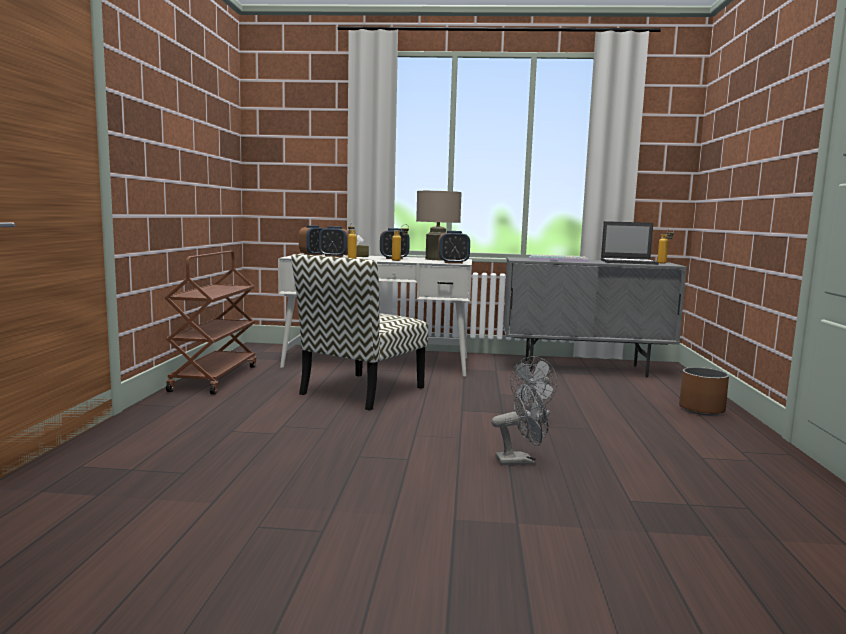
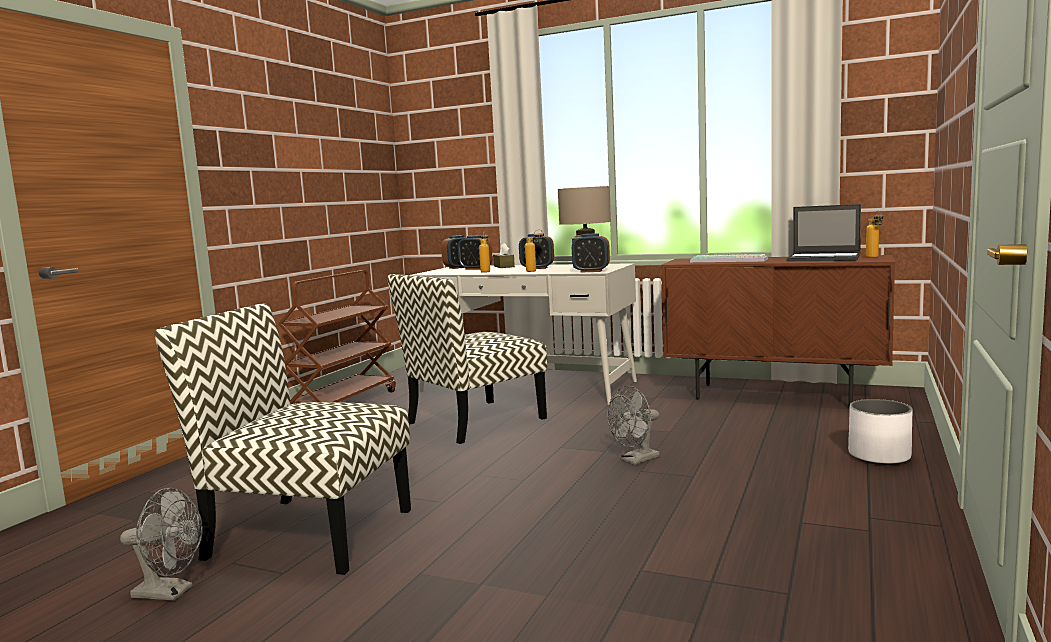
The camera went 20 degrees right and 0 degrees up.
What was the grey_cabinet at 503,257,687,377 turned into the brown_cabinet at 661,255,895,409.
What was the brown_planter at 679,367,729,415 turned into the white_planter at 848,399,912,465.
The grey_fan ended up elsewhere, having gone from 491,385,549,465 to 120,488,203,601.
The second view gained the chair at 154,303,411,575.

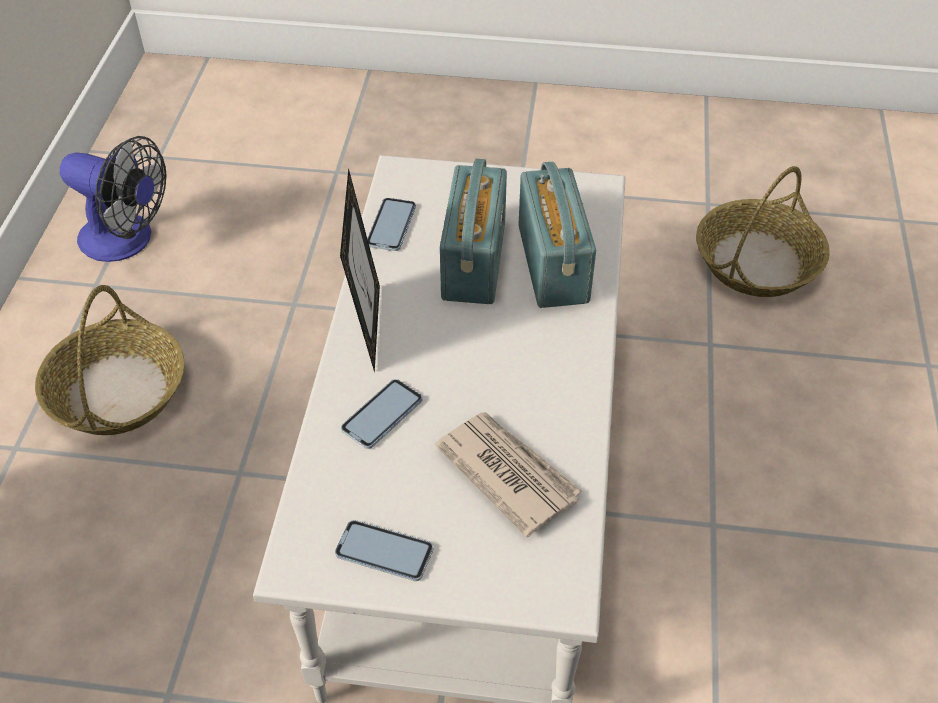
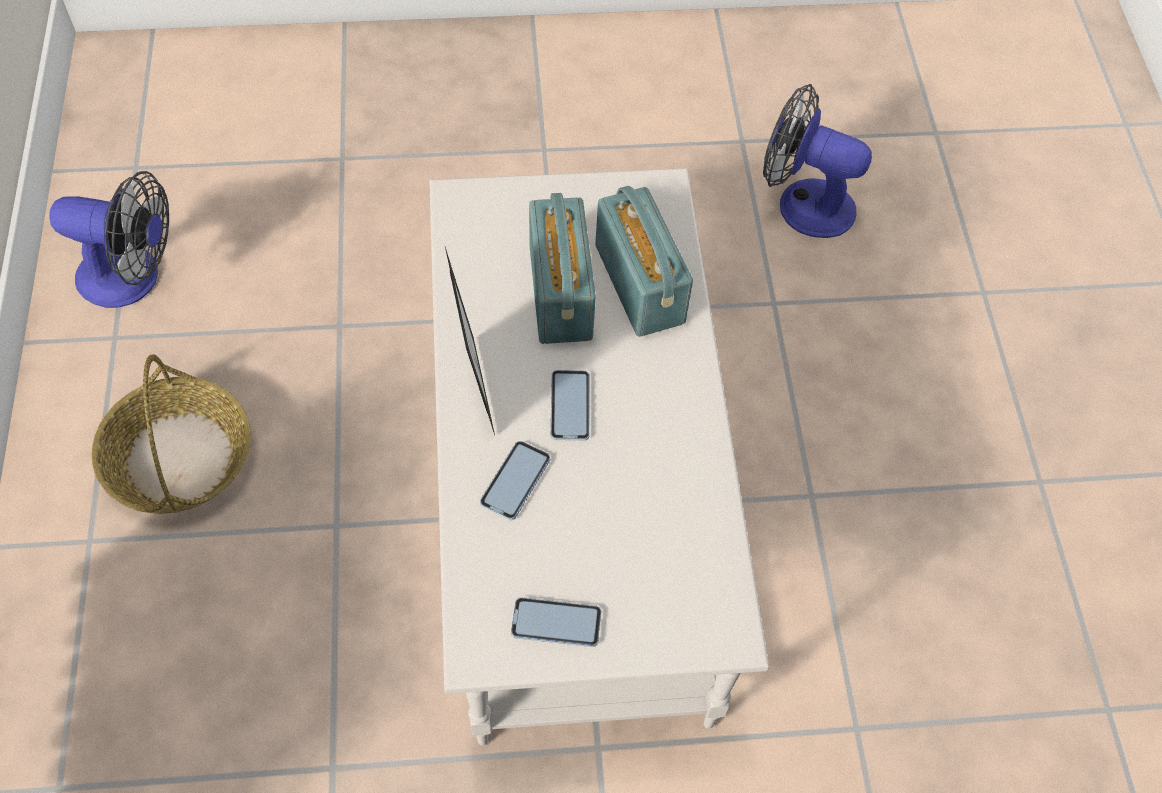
The camera went 15 degrees left and 10 degrees up.
Where the basket stood at 696,166,830,297, the fan came to stand at 763,84,872,238.
The phone ended up elsewhere, having gone from 367,198,416,251 to 550,370,590,441.
The second view lost the newspaper at 435,412,582,537.

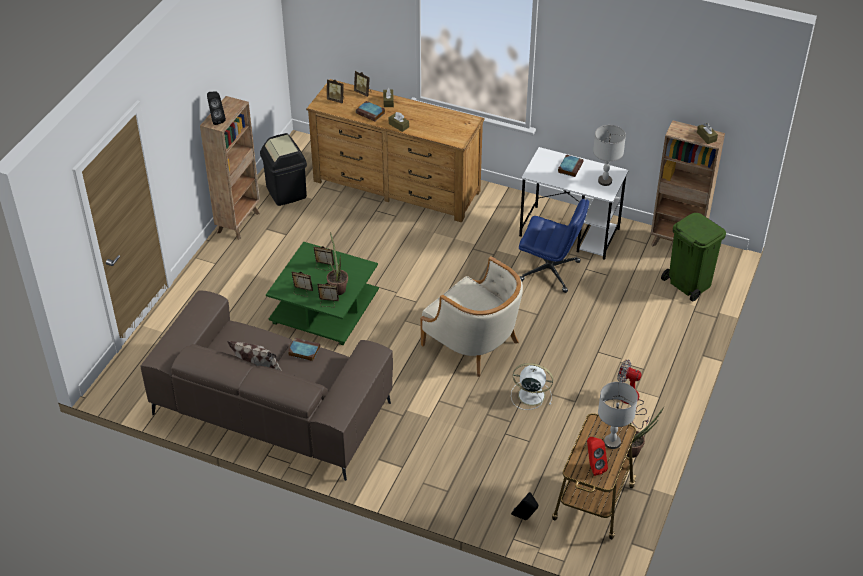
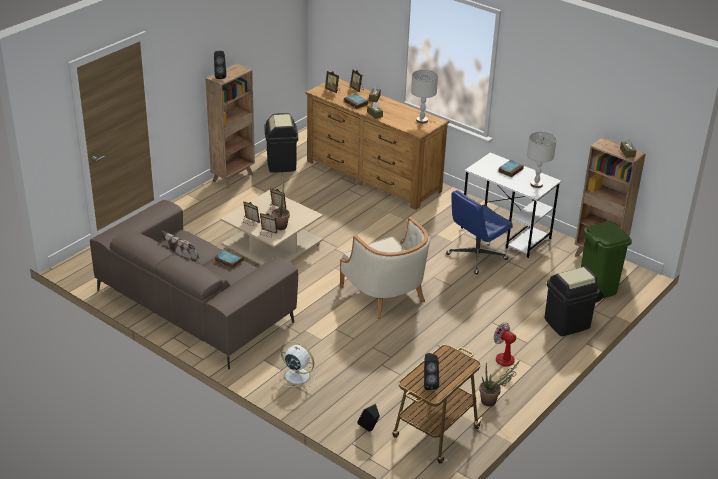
The camera went 15 degrees right and 10 degrees down.
The blue_office_chair at 519,199,589,293 ended up facing another way, 105 degrees clockwise from before.
What was the green_coffee_table at 266,242,379,345 turned into the beige_coffee_table at 221,190,323,265.
The white_fan ended up elsewhere, having gone from 511,363,553,410 to 277,341,317,387.
The grey_table_lamp ended up elsewhere, having gone from 598,382,638,449 to 411,70,438,124.
What was the red_speaker at 587,437,608,476 turned into the black_speaker at 424,353,439,390.
The second view gained the black_trash_can at 544,266,600,336.

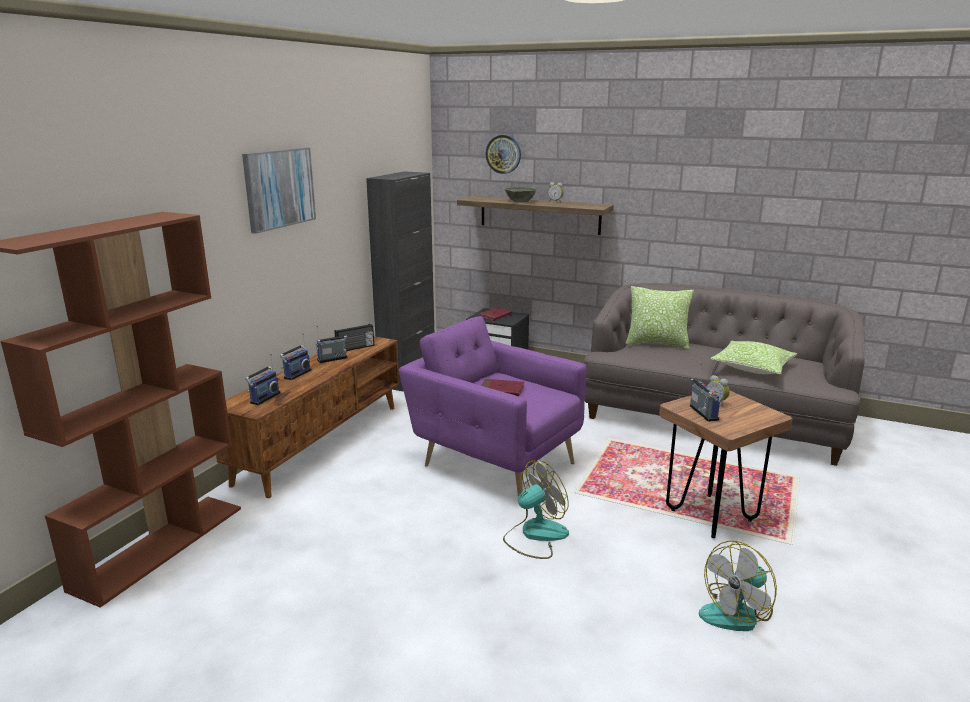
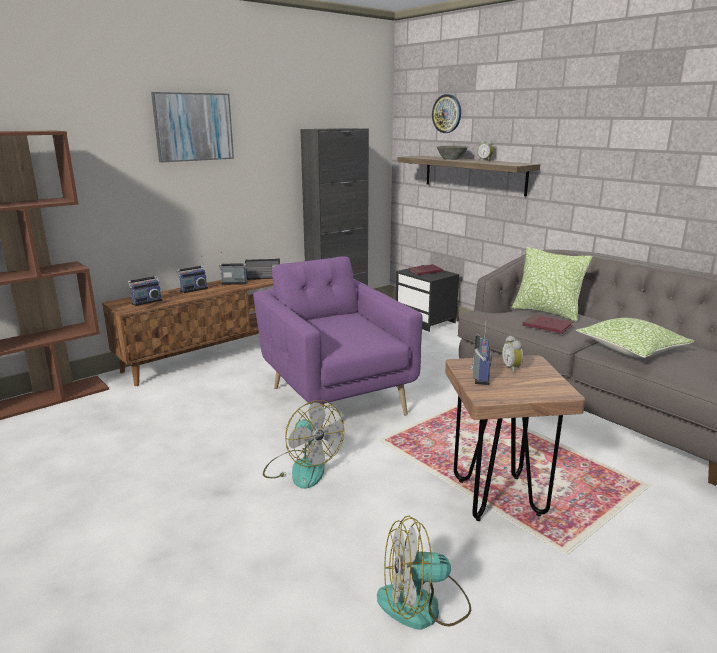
The camera went 25 degrees right and 0 degrees up.
The red_book ended up elsewhere, having gone from 481,379,525,396 to 523,315,573,334.
The fan at 503,460,569,559 ended up facing another way, 60 degrees clockwise from before.

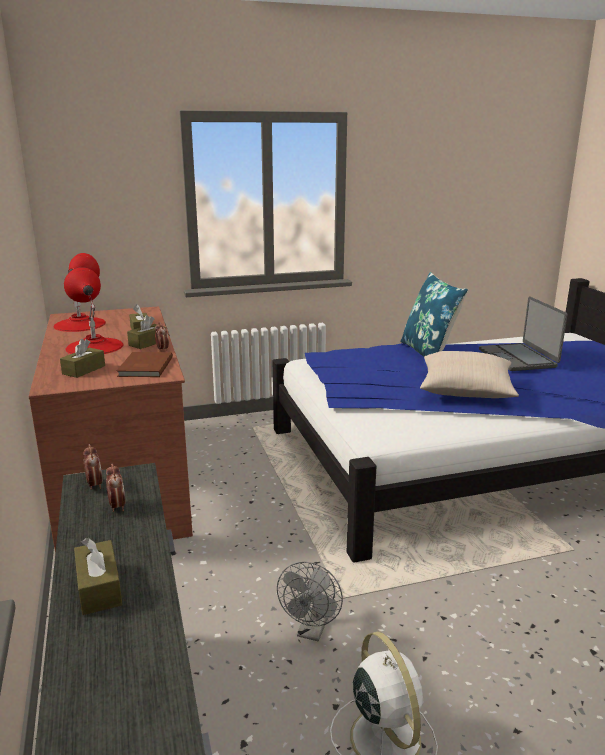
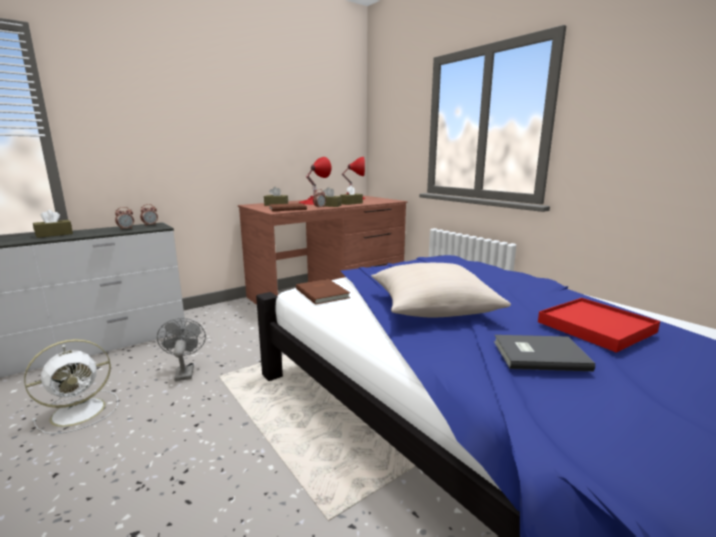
The camera went 70 degrees right and 5 degrees down.
The second view lost the blue_pillow at 400,272,468,357.
Where the laptop stood at 479,297,567,371, the red_tray came to stand at 538,298,660,353.
The grey_fan at 277,562,343,642 ended up facing another way, 75 degrees clockwise from before.
The second view gained the brown_book at 296,279,350,305.
The second view gained the grey_book at 494,335,595,371.

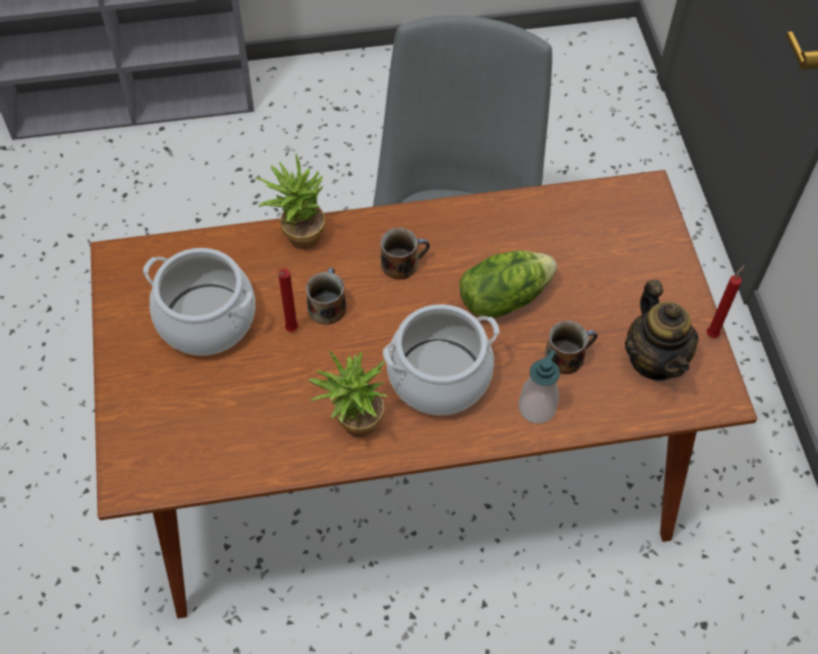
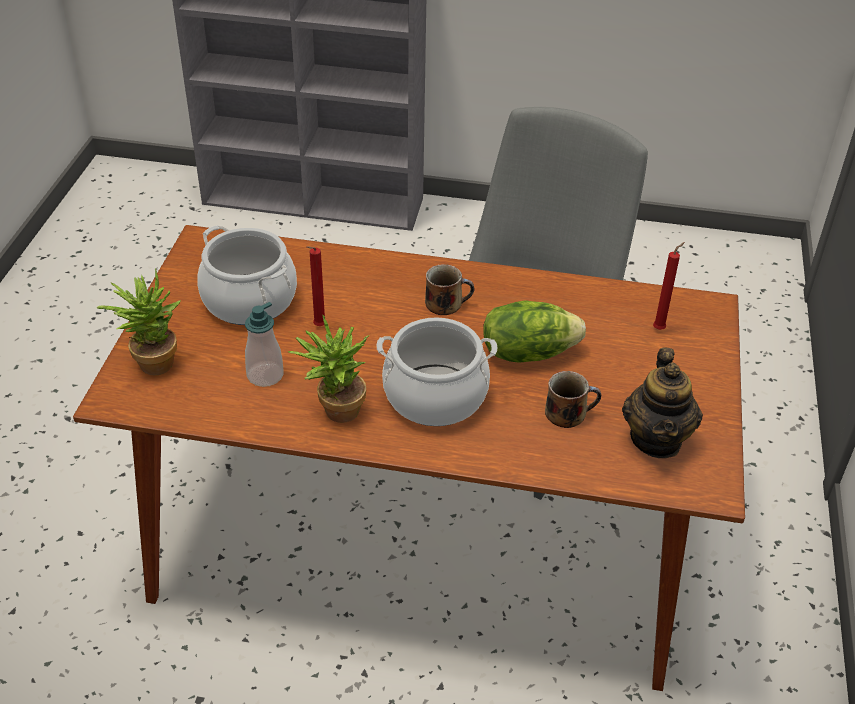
The camera went 20 degrees right and 15 degrees down.
The potted_plant ended up elsewhere, having gone from 255,154,325,249 to 97,268,180,375.
The red_candle ended up elsewhere, having gone from 706,265,745,338 to 653,242,685,330.
The second view lost the mug at 306,268,346,325.
The soap_dispenser ended up elsewhere, having gone from 518,350,560,424 to 245,302,284,387.

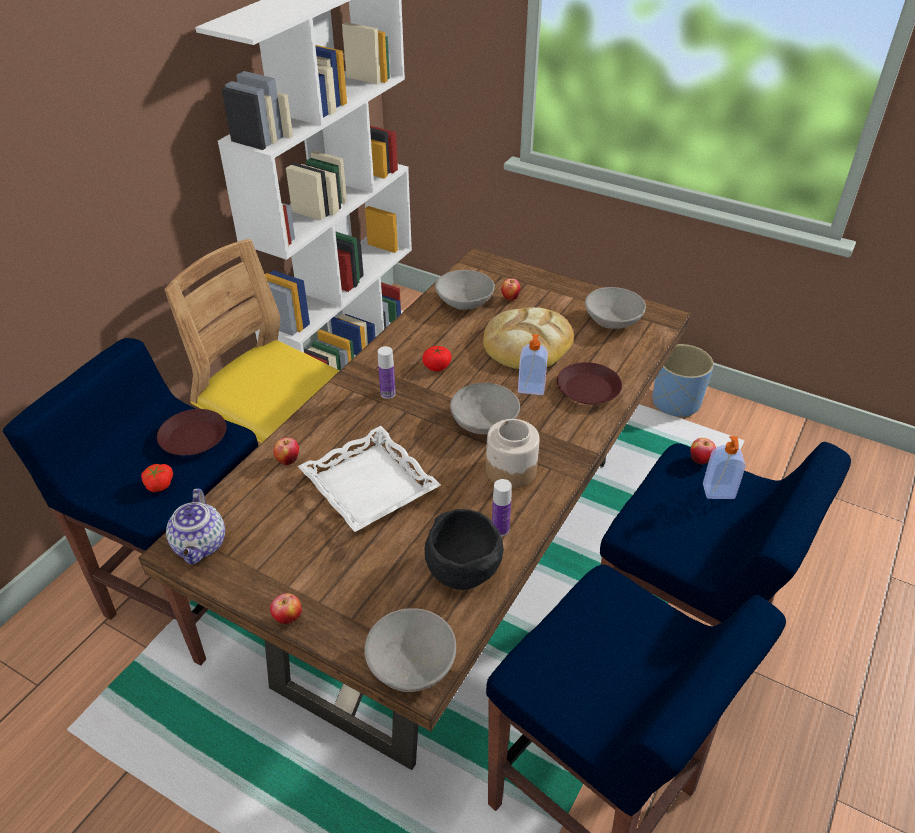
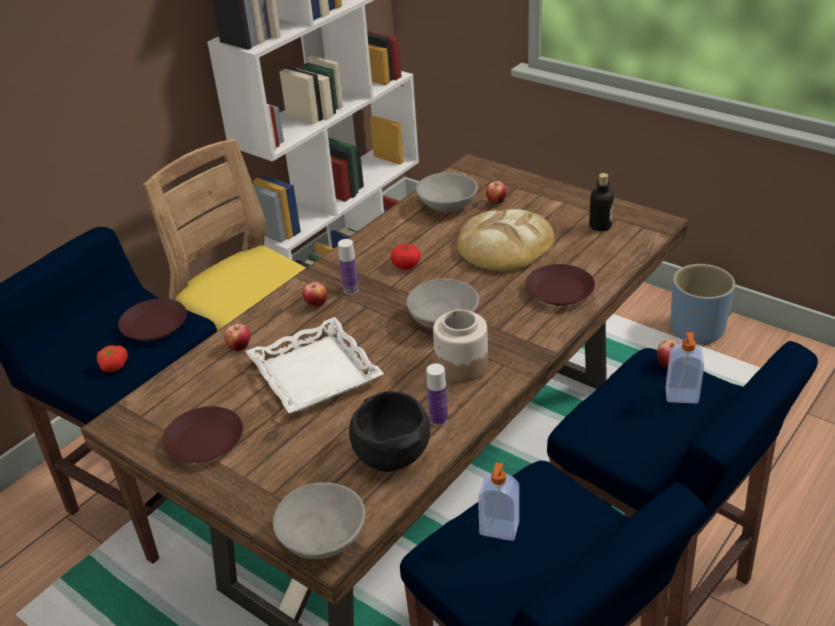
The camera went 10 degrees right and 5 degrees down.
Where the grey_bowl stood at 585,287,646,329, the bottle came to stand at 589,173,614,231.
The soap_dispenser ended up elsewhere, having gone from 518,334,548,395 to 478,462,519,541.
The second view lost the teapot at 166,488,225,565.
The apple ended up elsewhere, having gone from 270,593,302,624 to 302,282,327,307.
The second view gained the brown_plate at 162,406,243,463.

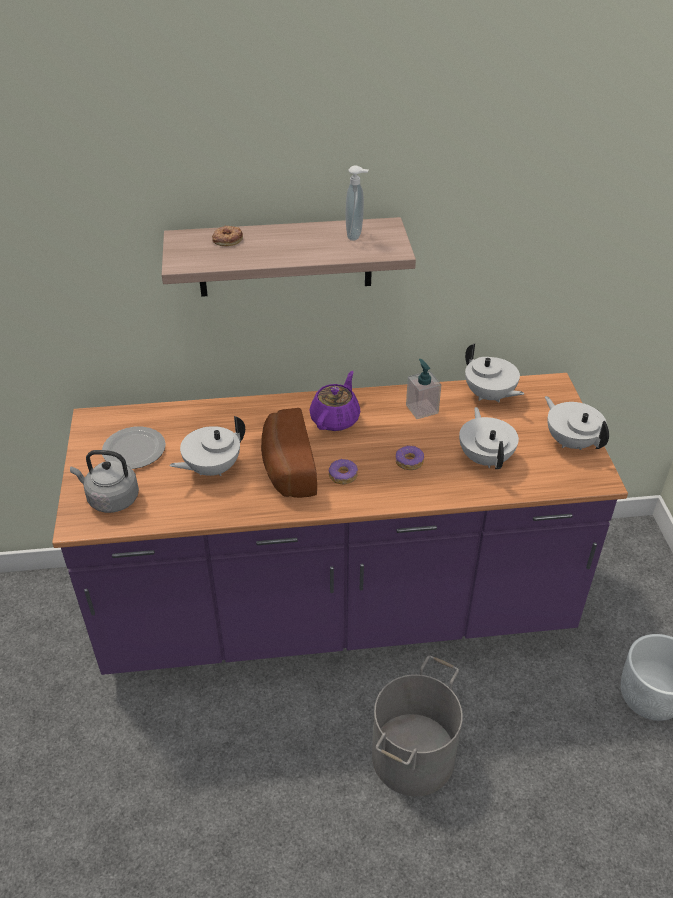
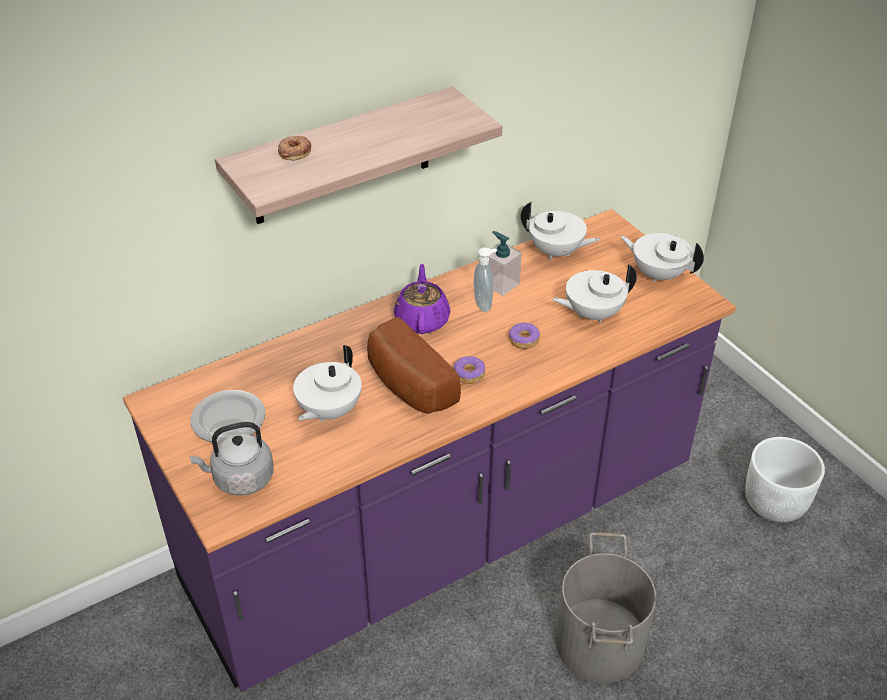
The camera went 25 degrees left and 0 degrees up.
The soap_dispenser ended up elsewhere, having gone from 345,165,369,241 to 474,248,497,312.
The white_teapot at 459,407,519,469 ended up facing another way, 75 degrees counterclockwise from before.

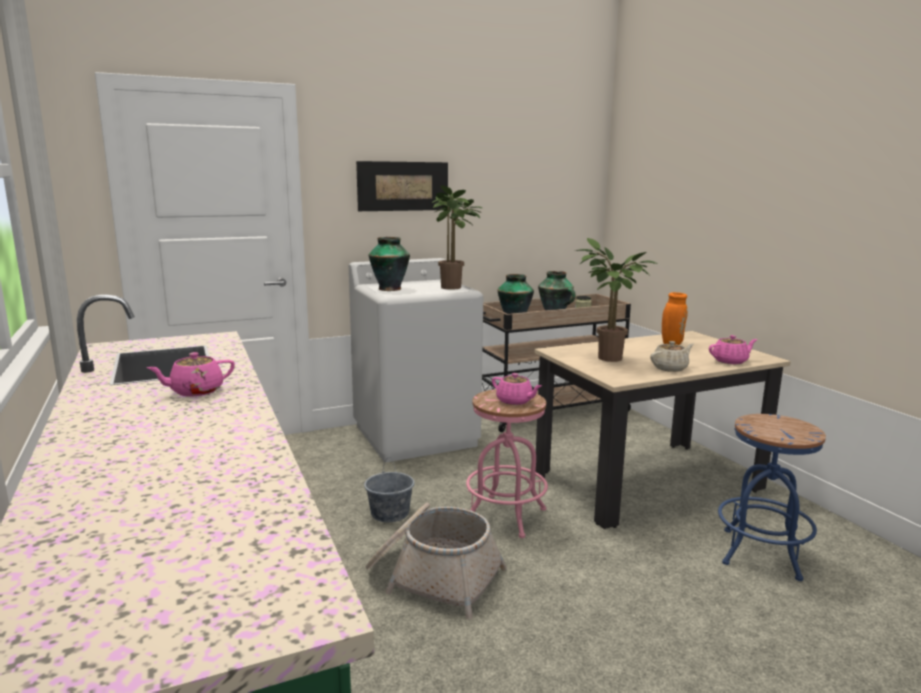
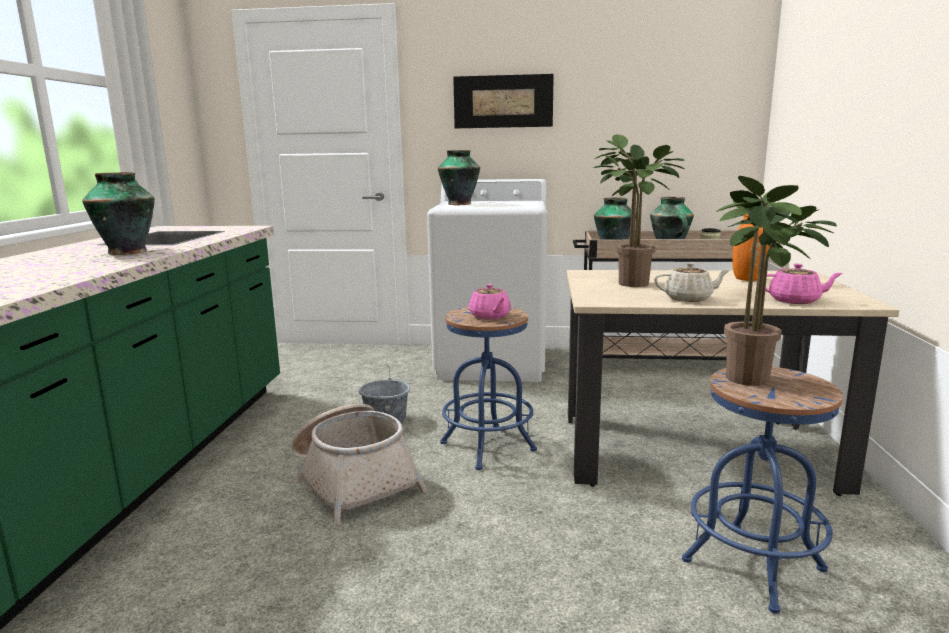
The camera went 30 degrees right and 0 degrees up.
The potted_plant ended up elsewhere, having gone from 432,185,482,290 to 716,176,837,386.
Where the pink_teapot stood at 147,352,235,396, the vase came to stand at 82,172,155,255.
What was the pink_stool at 466,389,548,538 turned into the blue_stool at 440,307,537,470.

